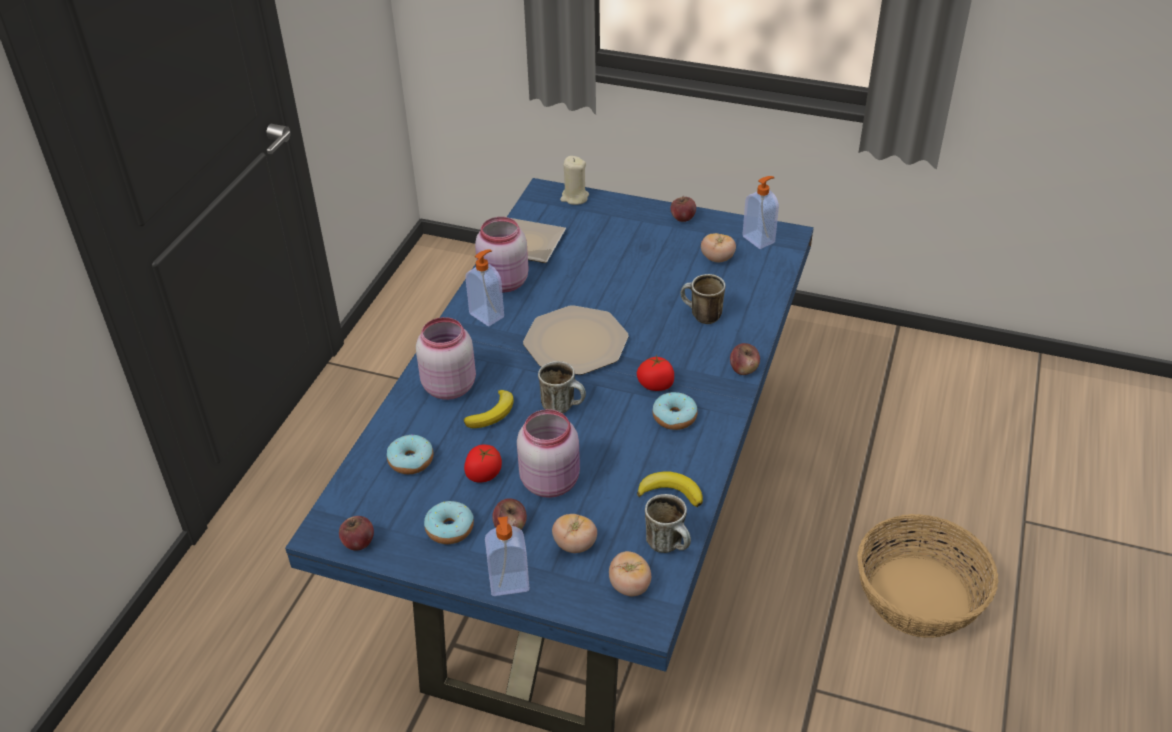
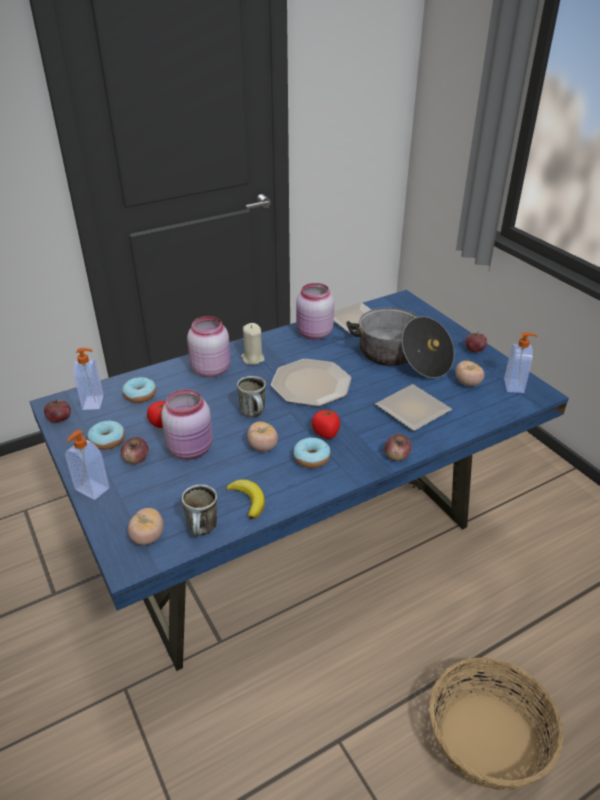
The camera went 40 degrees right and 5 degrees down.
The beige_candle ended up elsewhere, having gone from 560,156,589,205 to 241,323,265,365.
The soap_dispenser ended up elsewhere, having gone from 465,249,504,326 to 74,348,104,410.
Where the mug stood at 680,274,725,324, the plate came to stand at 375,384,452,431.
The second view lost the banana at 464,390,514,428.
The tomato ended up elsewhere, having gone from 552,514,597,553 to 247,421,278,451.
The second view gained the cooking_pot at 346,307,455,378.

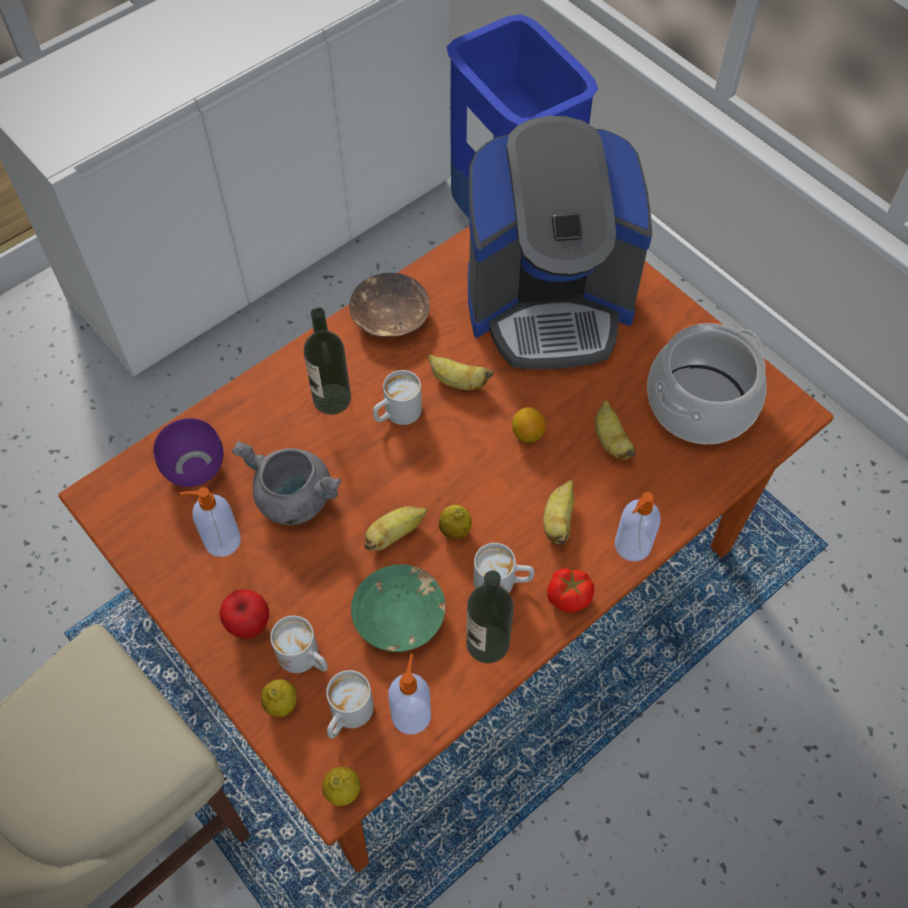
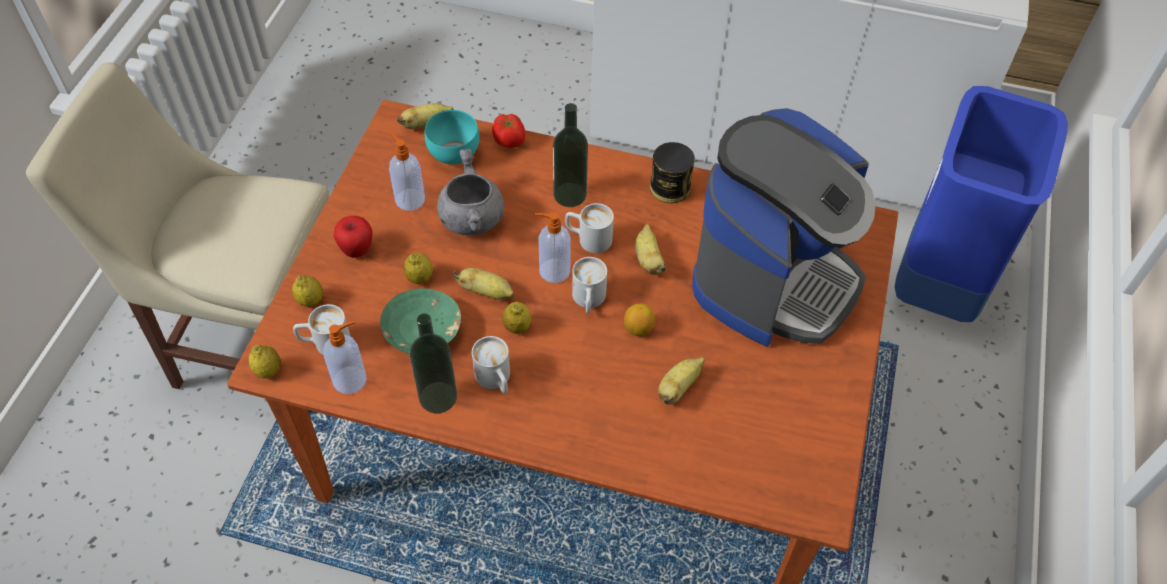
The camera went 55 degrees right and 5 degrees down.
The coffee_machine at 468,116,652,369 ended up facing another way, 105 degrees counterclockwise from before.
Where the brown_bowl stood at 349,273,430,337, the can came to stand at 650,142,695,203.
The second view lost the cooking_pot at 647,323,766,444.
What was the purple_bowl at 153,418,223,487 turned into the turquoise_bowl at 425,110,480,165.
The banana ended up elsewhere, having gone from 543,480,574,544 to 397,103,453,129.
The soap_dispenser ended up elsewhere, having gone from 615,492,661,562 to 535,212,571,283.
The tomato ended up elsewhere, having gone from 547,568,594,613 to 492,114,525,148.
The white_mug ended up elsewhere, having gone from 270,615,328,673 to 572,257,607,313.
The second view gained the lemon at 404,253,433,284.

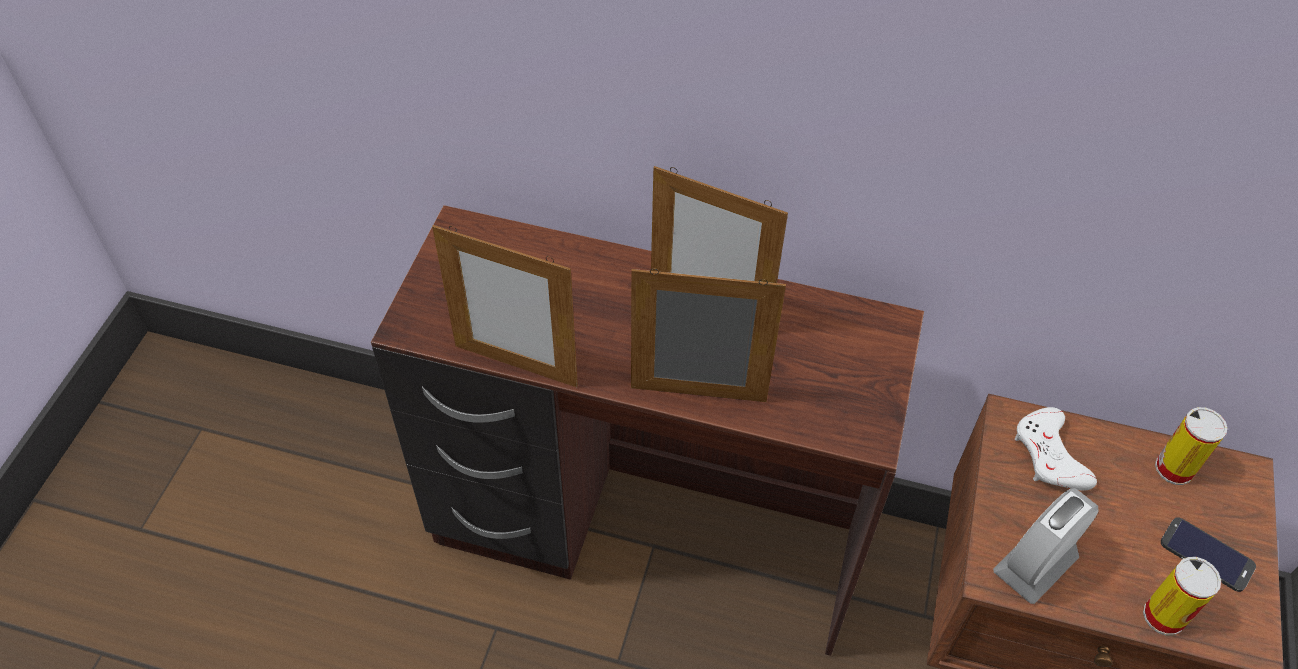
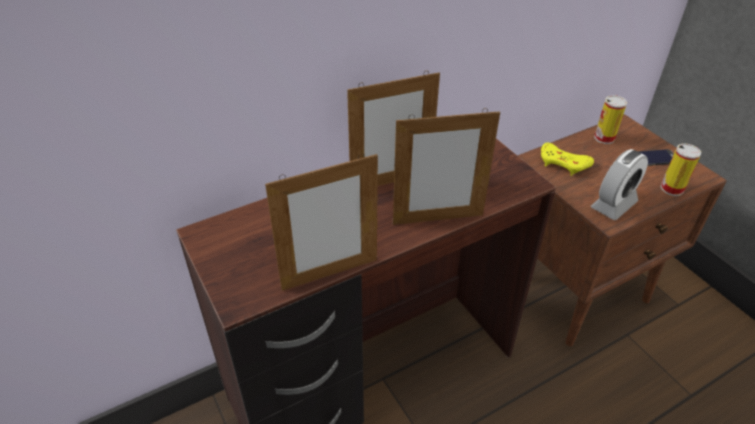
The camera went 45 degrees left and 10 degrees down.
The picture_frame at 631,269,786,402 ended up facing another way, 150 degrees counterclockwise from before.
What was the white_game_controller at 1015,407,1097,491 turned into the yellow_game_controller at 541,143,594,176.
The alarm_clock at 993,488,1099,604 ended up facing another way, 135 degrees counterclockwise from before.

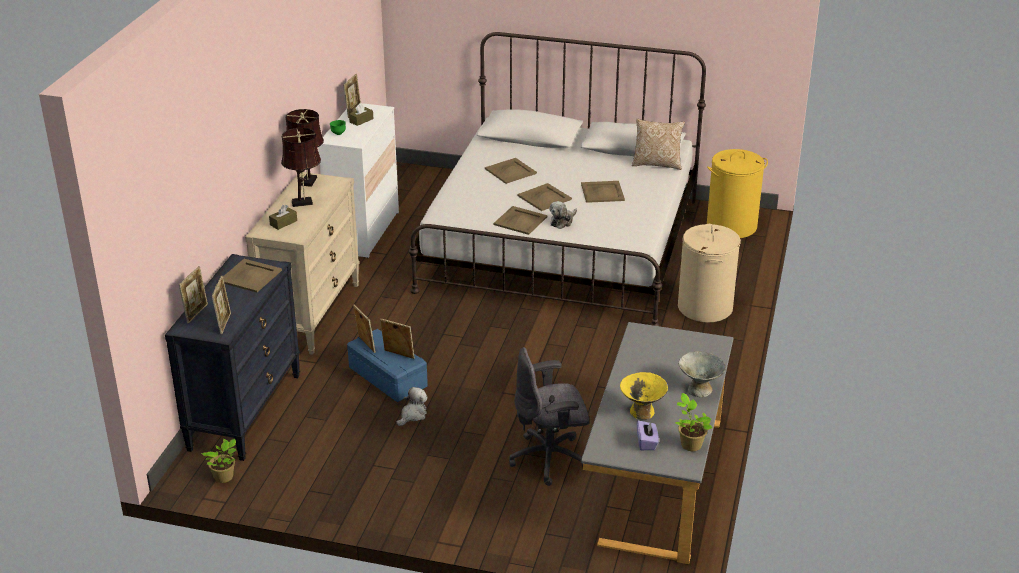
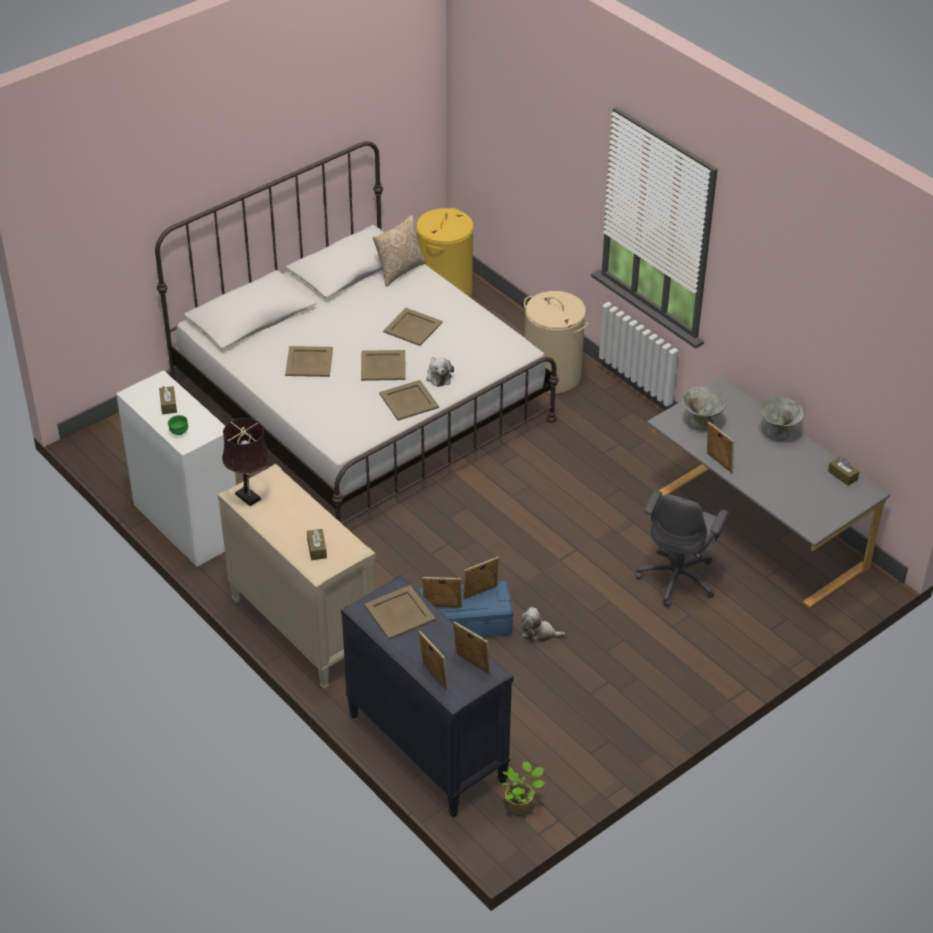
The camera went 55 degrees left and 10 degrees up.
The picture_frame ended up elsewhere, having gone from 343,74,361,118 to 707,421,734,473.
The second view lost the brown_table_lamp at 281,128,321,207.
The second view lost the yellow_bowl at 620,372,668,420.
The plush_toy at 397,387,427,426 ended up facing another way, 60 degrees counterclockwise from before.
Where the potted_plant stood at 675,393,712,451, the brown_tissue_box came to stand at 828,457,860,486.
The second view lost the purple_tissue_box at 637,421,659,450.
The second view gained the grey_bowl at 682,386,727,431.

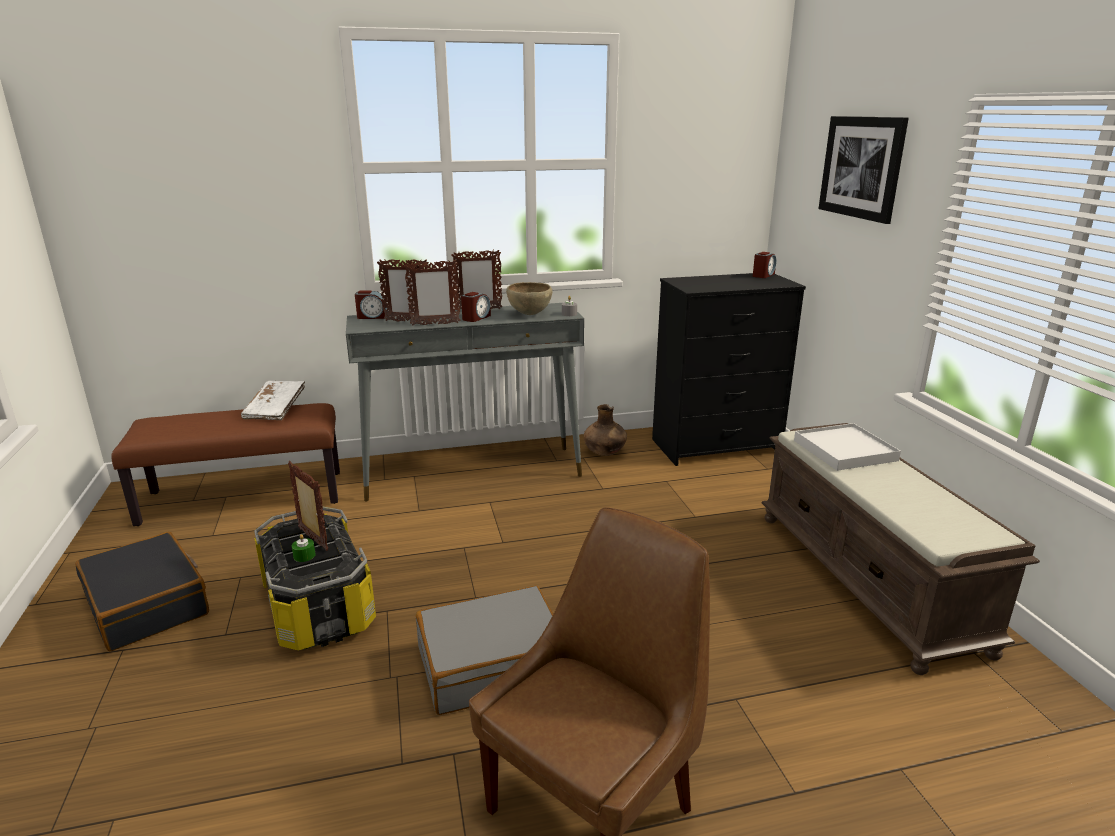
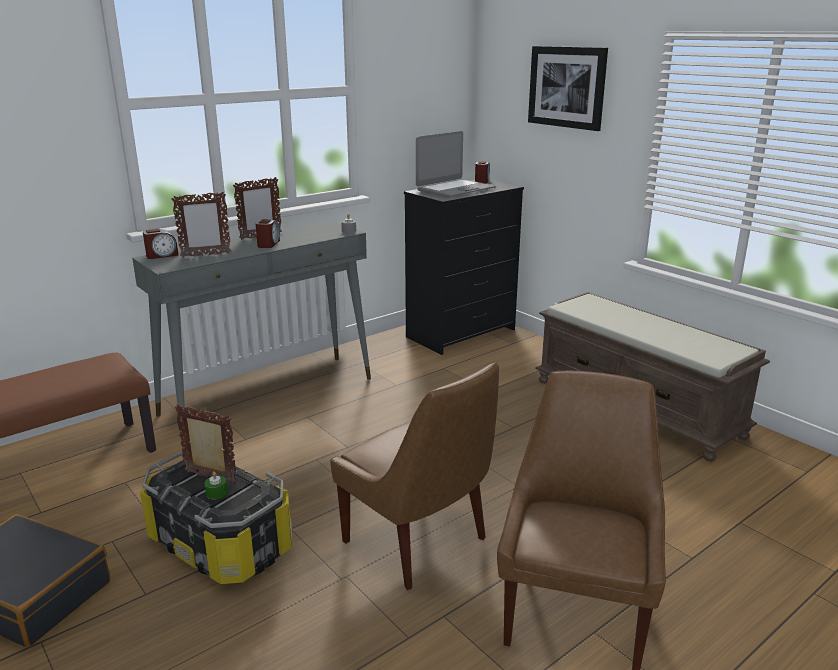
The camera went 25 degrees left and 0 degrees up.
The second view lost the picture_frame at 404,260,461,326.
The second view lost the brown_bowl at 506,282,553,315.
The second view lost the white_book at 241,381,305,420.
The second view lost the brown_vase at 584,404,627,456.
The second view lost the white_tray at 794,423,901,471.
Where the grey_suitcase stood at 416,586,553,715, the brown_chair came to stand at 330,362,499,590.
The second view gained the laptop at 416,131,496,197.

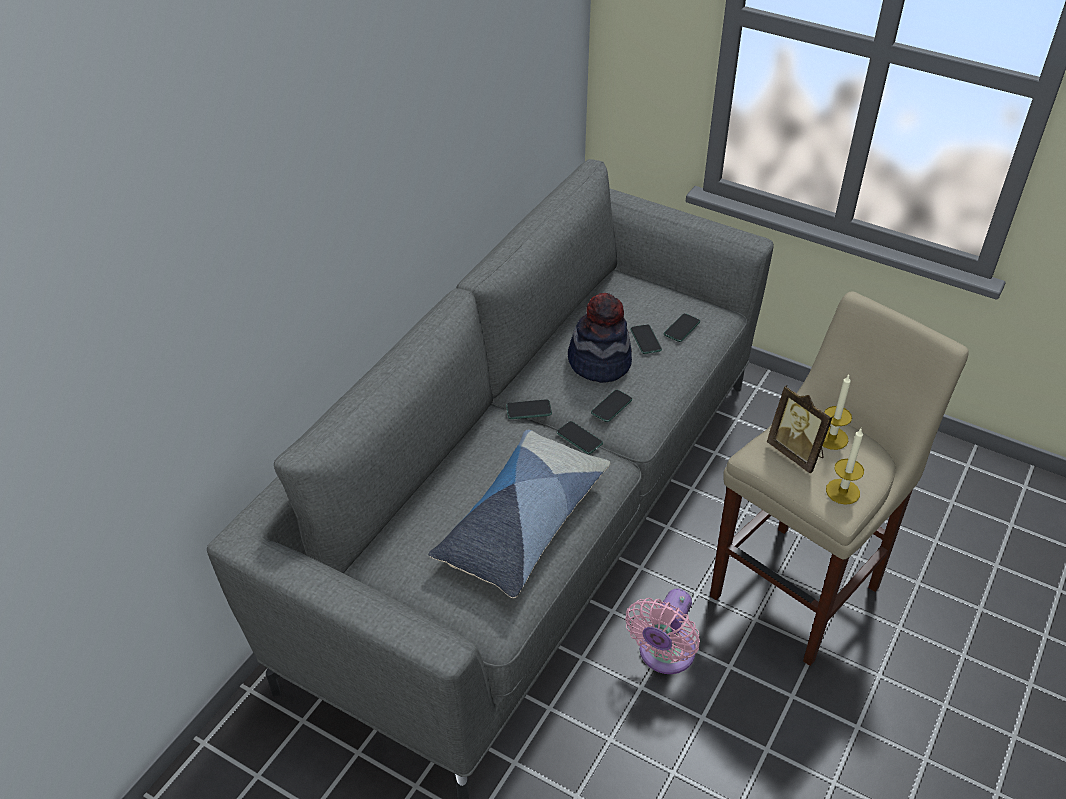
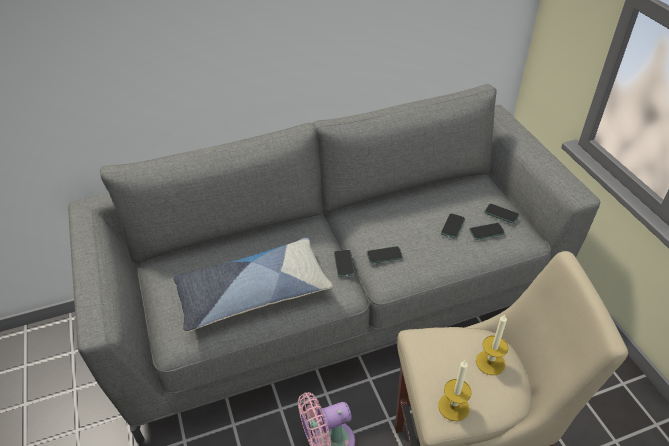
The camera went 40 degrees right and 0 degrees up.
The second view lost the hat at 568,293,632,383.
The second view lost the picture_frame at 767,385,833,473.
The phone ended up elsewhere, having gone from 506,399,552,419 to 484,204,519,224.

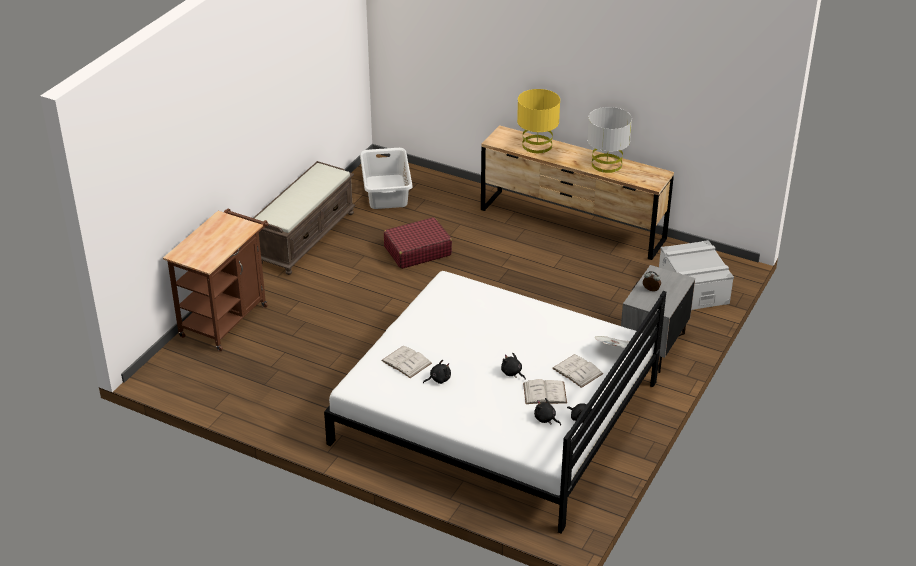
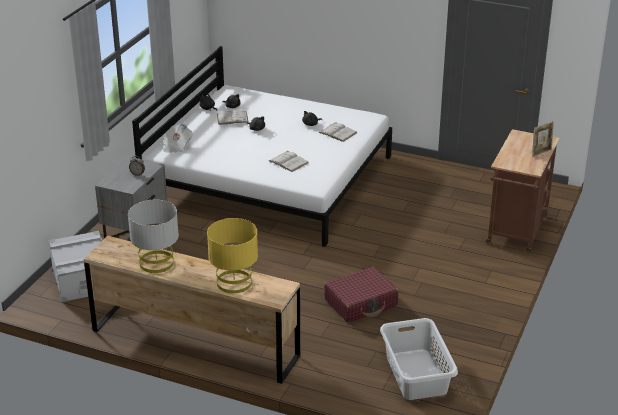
The camera went 175 degrees right and 5 degrees down.
The second view lost the brown_bench at 253,161,356,275.
The white_book ended up elsewhere, having gone from 552,354,603,388 to 269,151,309,172.
The second view gained the picture_frame at 532,121,554,157.

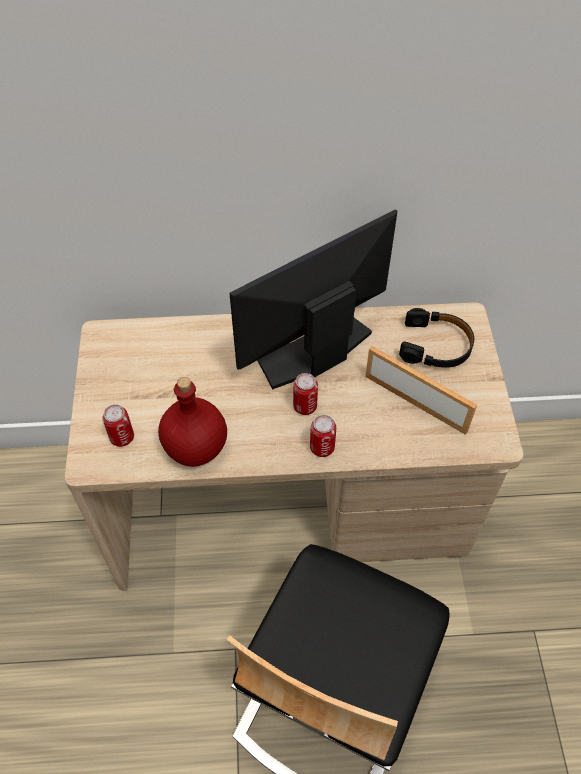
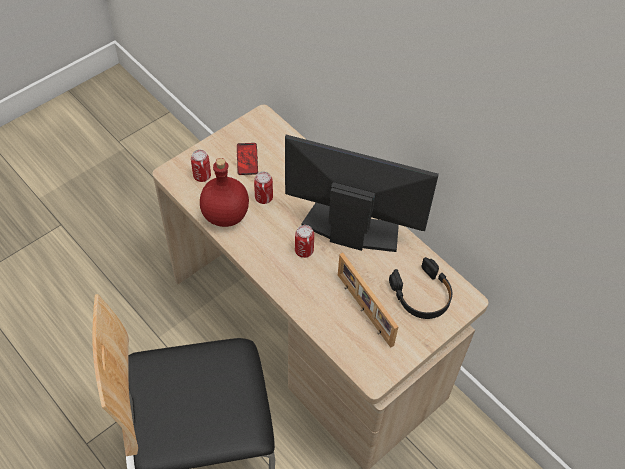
The camera went 50 degrees right and 0 degrees up.
The picture_frame at 365,346,477,435 ended up facing another way, 150 degrees clockwise from before.
The can ended up elsewhere, having gone from 310,415,336,457 to 254,172,273,204.
The second view gained the phone at 237,143,258,175.

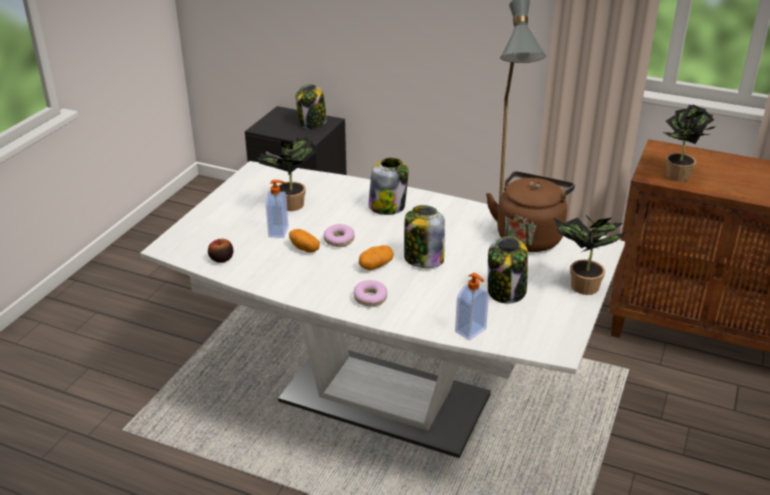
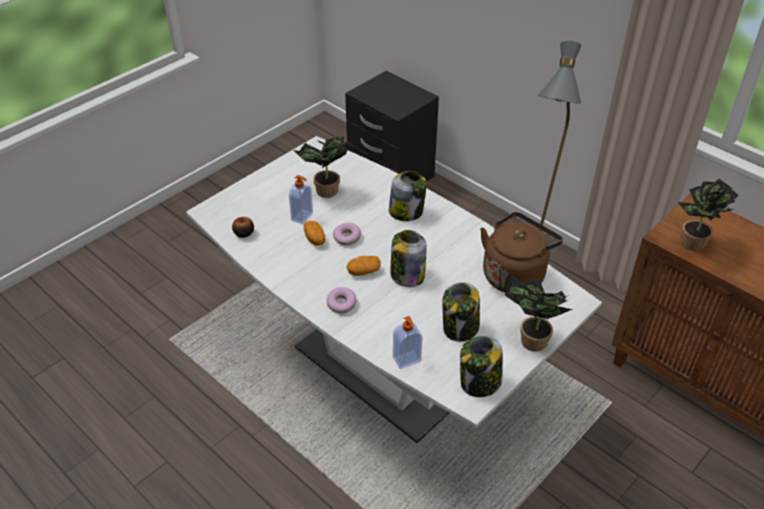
The camera went 20 degrees right and 10 degrees up.
The jar ended up elsewhere, having gone from 296,84,327,129 to 460,336,503,397.

